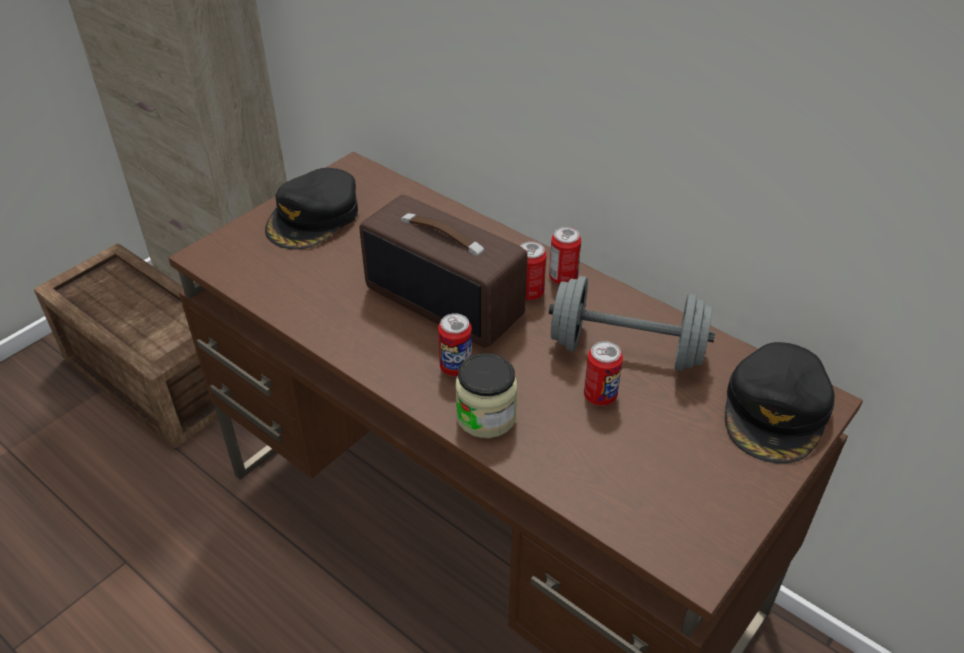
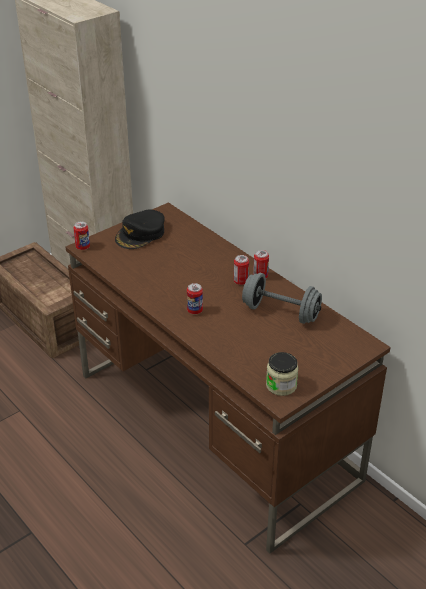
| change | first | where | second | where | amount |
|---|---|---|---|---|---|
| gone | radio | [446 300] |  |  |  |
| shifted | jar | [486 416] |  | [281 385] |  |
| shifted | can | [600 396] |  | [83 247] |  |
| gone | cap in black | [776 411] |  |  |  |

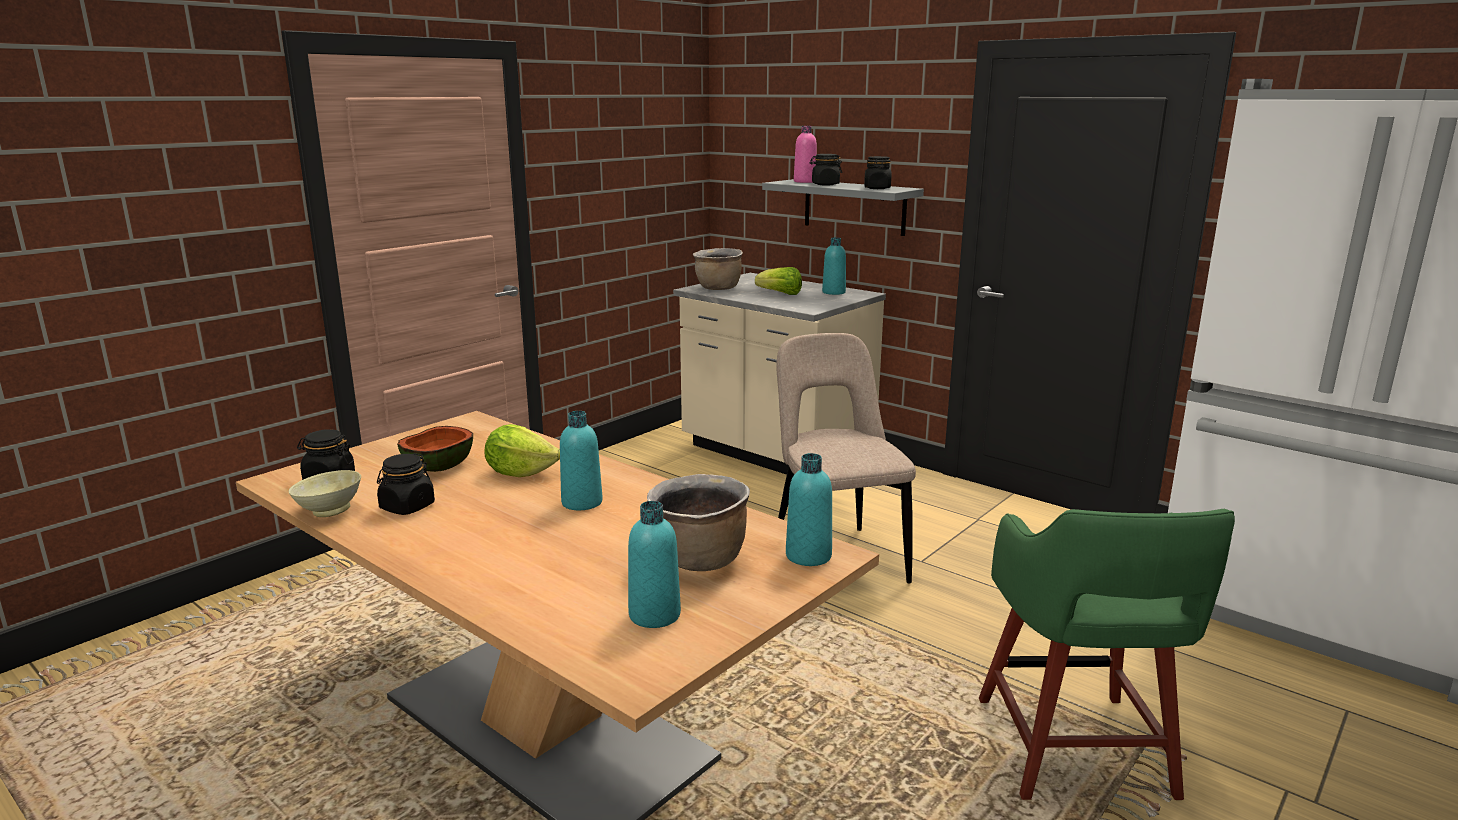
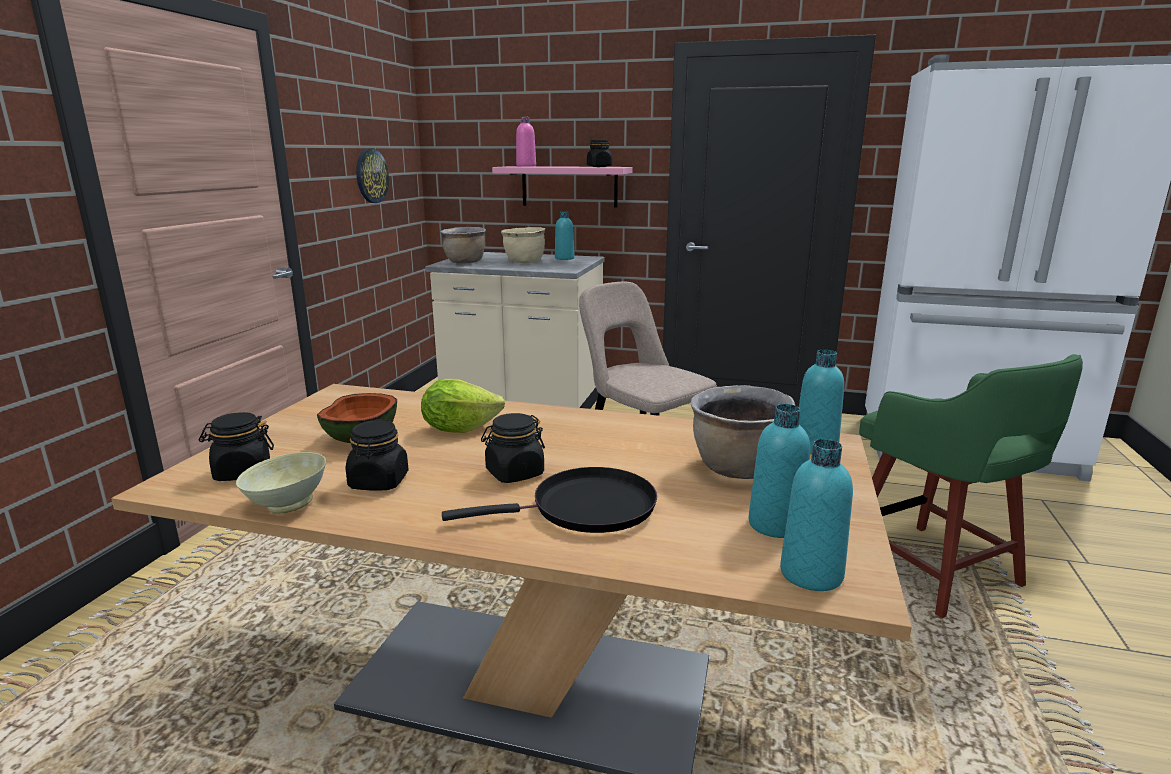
| change | first | where | second | where | amount |
|---|---|---|---|---|---|
| shifted | bottle in turquoise | [582 502] |  | [811 574] |  |
| swapped | lettuce | [780 294] | cooking pot in beige | [524 262] |  |
| repainted | shelf in grey | [854 207] | shelf in pink | [569 186] |  |
| shifted | jar in black | [825 184] |  | [514 473] |  |
| new |  |  | wall clock | [371 176] |  |
| new |  |  | frying pan in black | [585 508] |  |

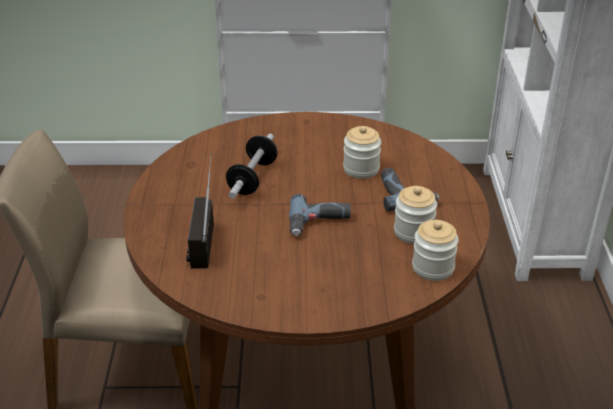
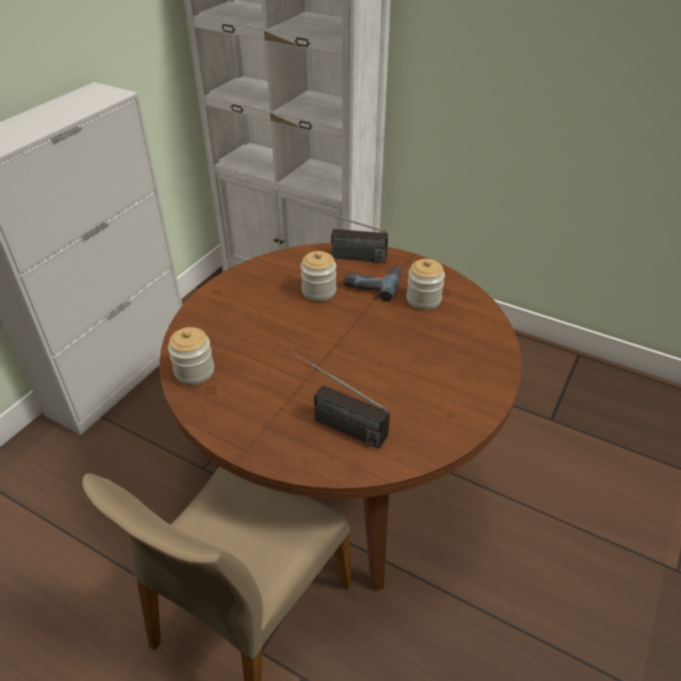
| change | first | where | second | where | amount |
|---|---|---|---|---|---|
| gone | dumbbell | [252 178] |  |  |  |
| gone | power drill | [319 223] |  |  |  |
| shifted | jar | [433 267] |  | [194 371] |  |
| new |  |  | radio | [344 256] |  |

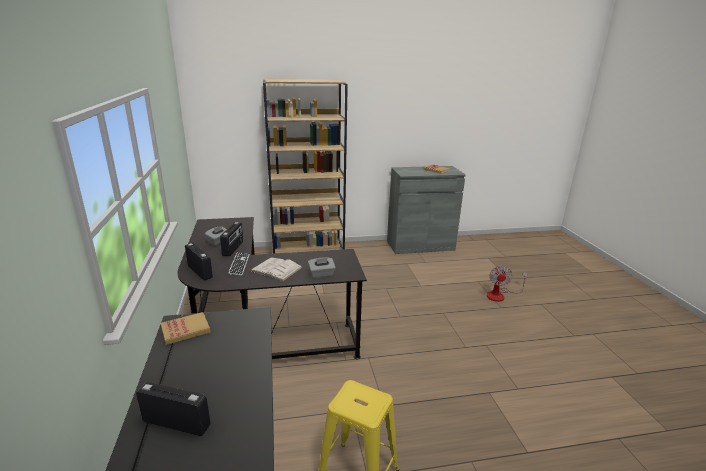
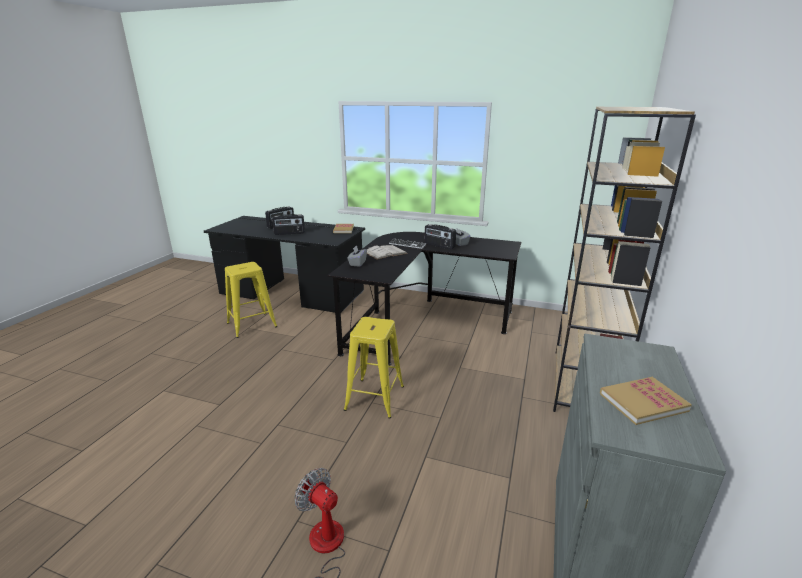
| change | first | where | second | where | amount |
|---|---|---|---|---|---|
| shifted | radio | [200 272] |  | [289 233] |  |
| new |  |  | stool in yellow | [374 398] |  |

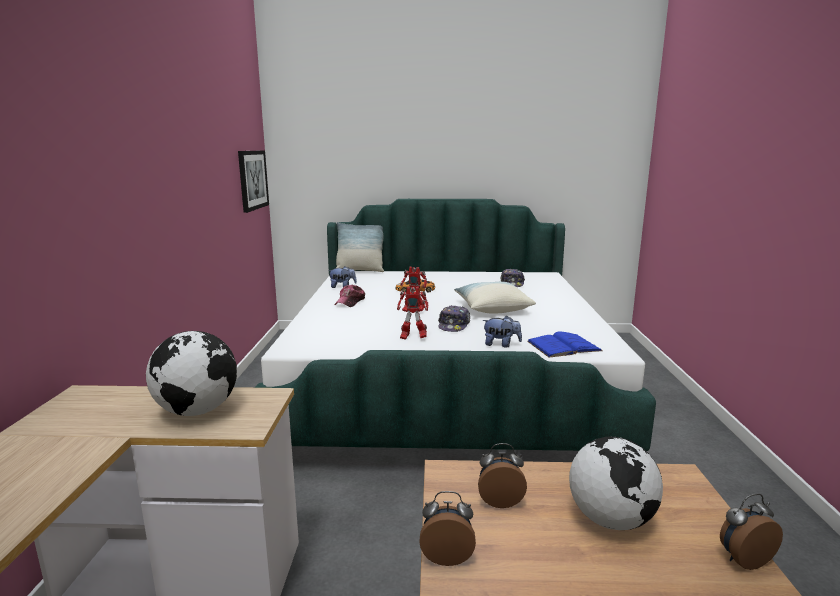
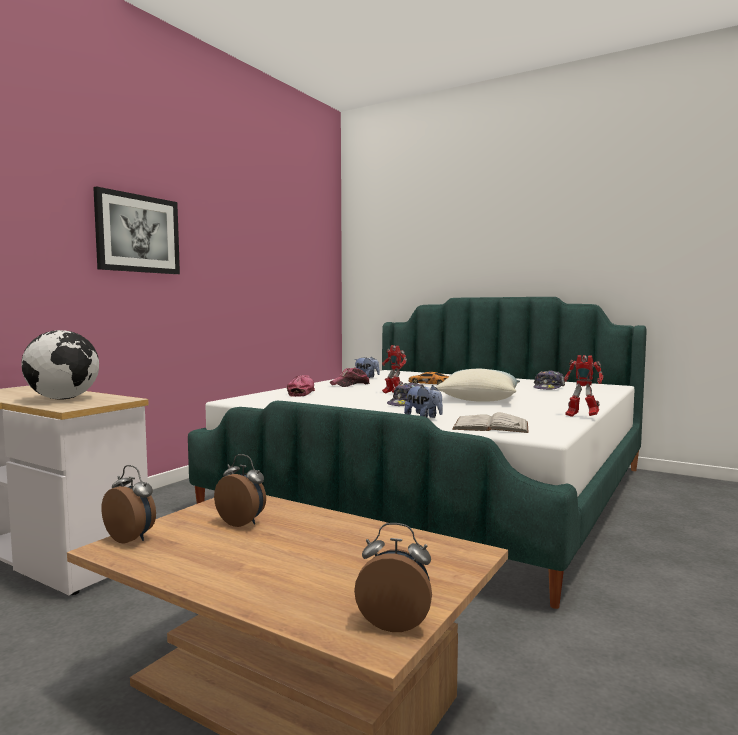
| change | first | where | second | where | amount |
|---|---|---|---|---|---|
| shifted | picture | [252 180] |  | [138 233] |  |
| gone | pillow | [360 271] |  |  |  |
| shifted | toy robot | [412 338] |  | [581 416] |  |
| repainted | book in blue | [563 346] | book in white | [491 425] |  |
| gone | globe | [610 519] |  |  |  |
| new |  |  | cap | [301 393] |  |

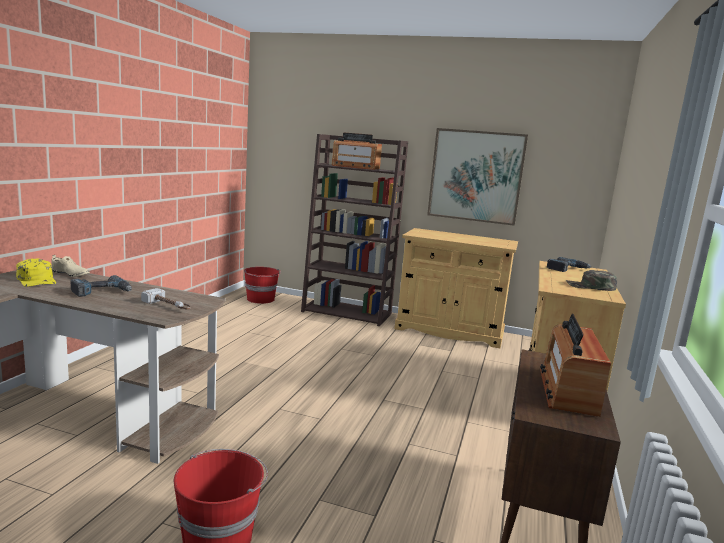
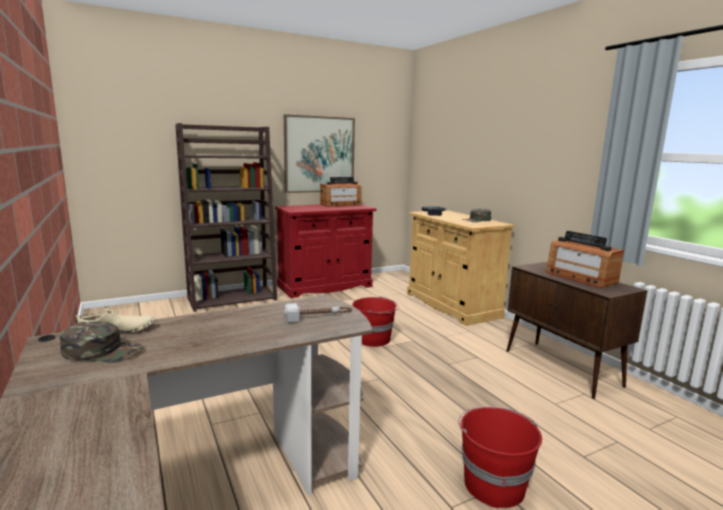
| change | first | where | second | where | amount |
|---|---|---|---|---|---|
| repainted | cap in yellow | [37 280] | cap in green | [103 351] |  |
| gone | power drill | [102 292] |  |  |  |
| shifted | bucket in red | [261 299] |  | [374 339] |  |
| shifted | radio | [355 167] |  | [341 205] |  |
| repainted | cabinet in beige | [449 331] | cabinet in red | [325 286] |  |

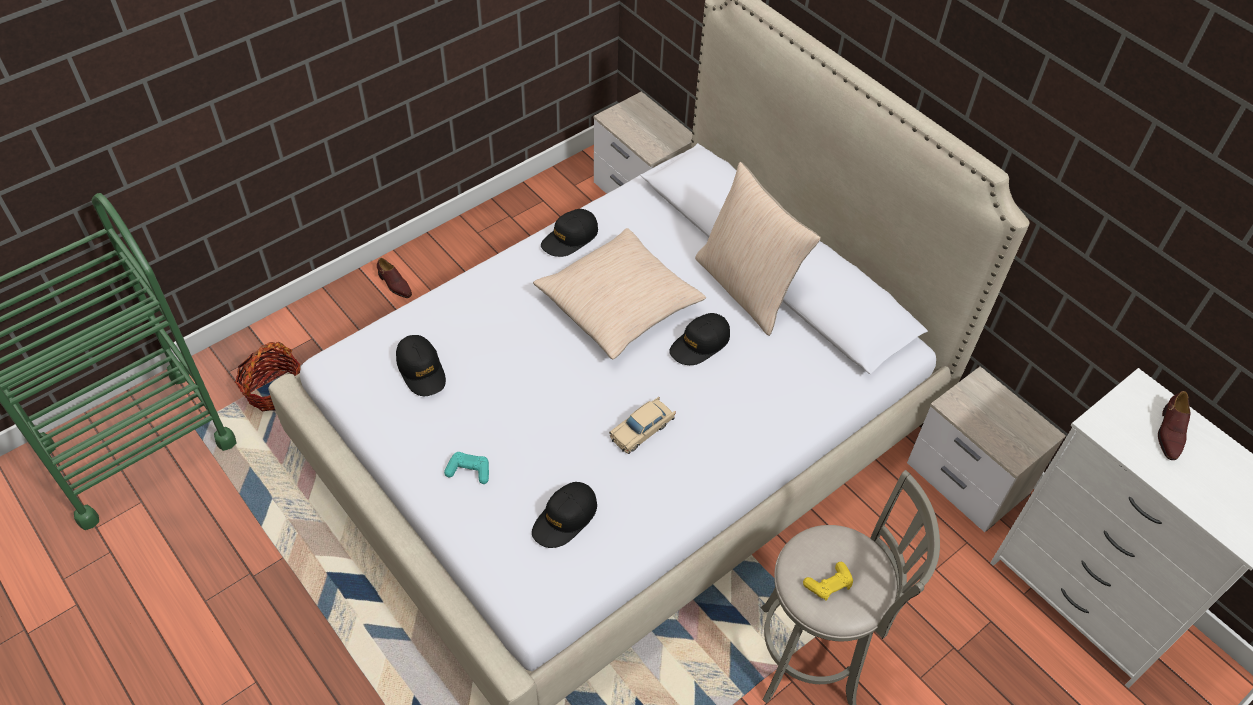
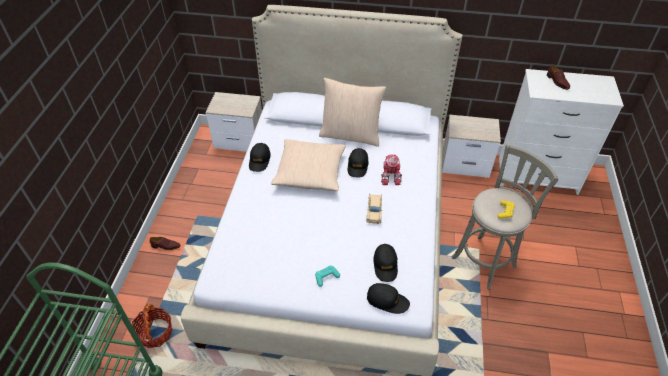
| change | first | where | second | where | amount |
|---|---|---|---|---|---|
| shifted | cap in black | [421 370] |  | [387 300] |  |
| new |  |  | toy robot | [391 176] |  |

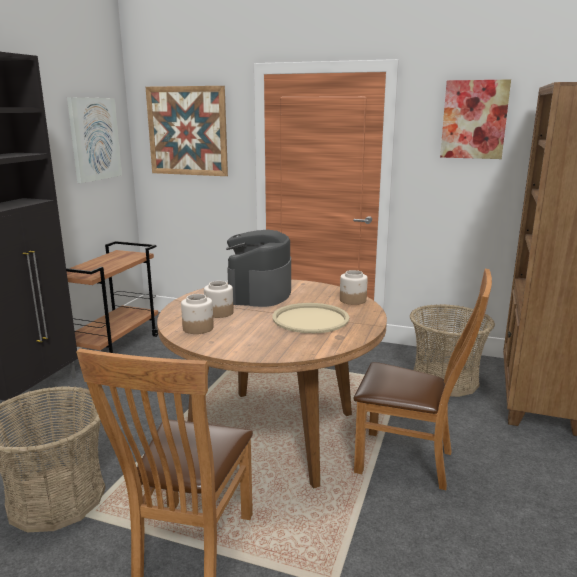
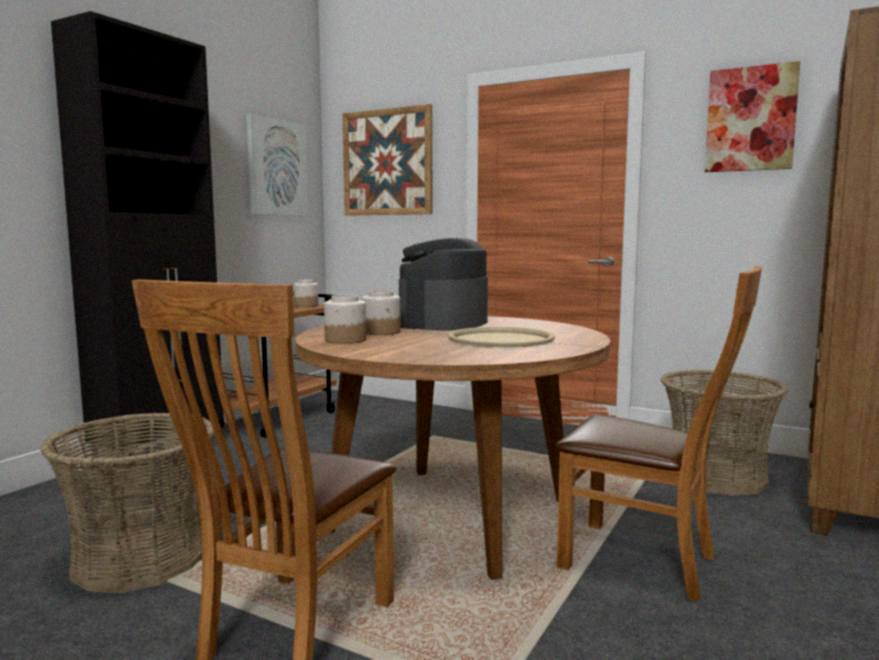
| change | first | where | second | where | amount |
|---|---|---|---|---|---|
| shifted | jar | [353 300] |  | [306 306] |  |

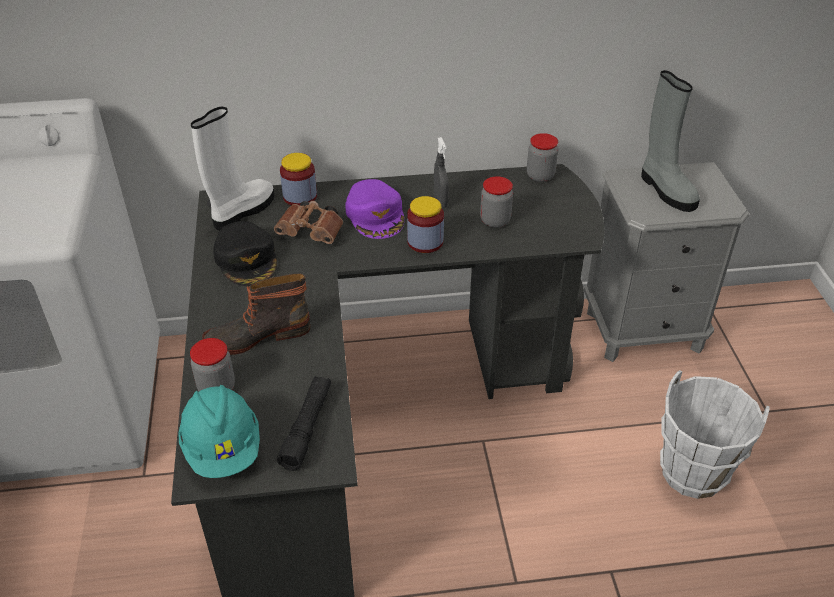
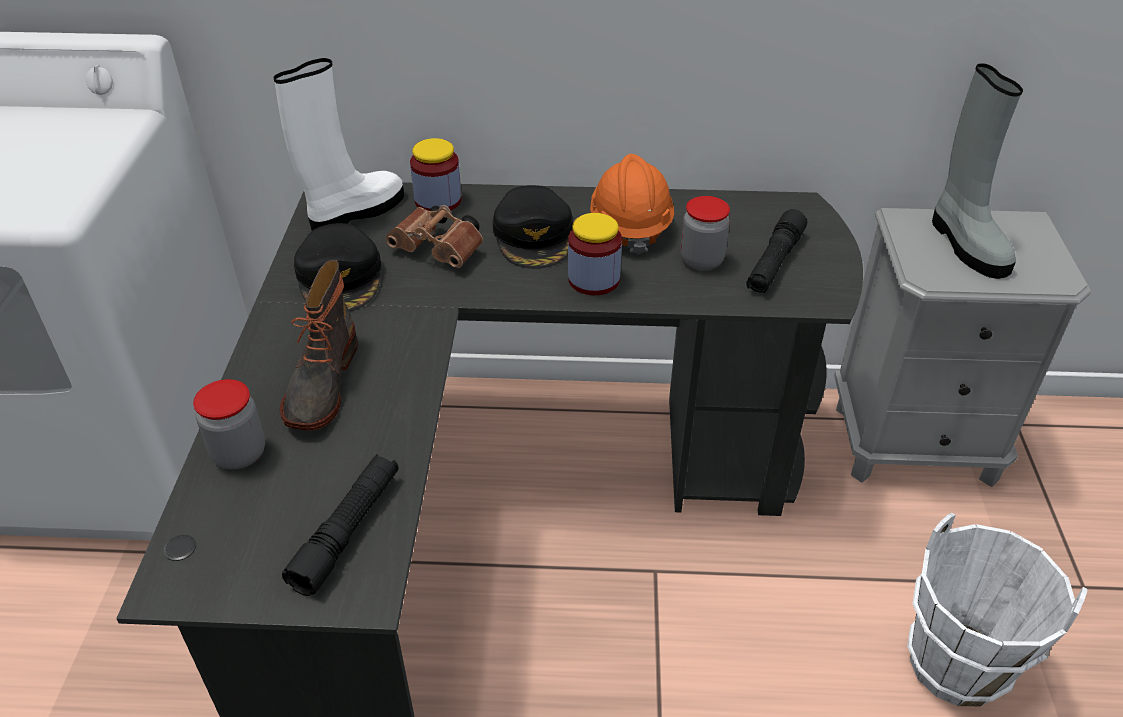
| change | first | where | second | where | amount |
|---|---|---|---|---|---|
| gone | hard hat in turquoise | [223 448] |  |  |  |
| rotated | boot | [257 335] |  | [320 384] | 75 degrees counterclockwise |
| repainted | cap in purple | [376 215] | cap in black | [534 236] |  |
| swapped | spray bottle in grey | [440 201] | hard hat in orange | [630 226] |  |
| gone | jar | [540 176] |  |  |  |
| new |  |  | flashlight in black | [774 262] |  |

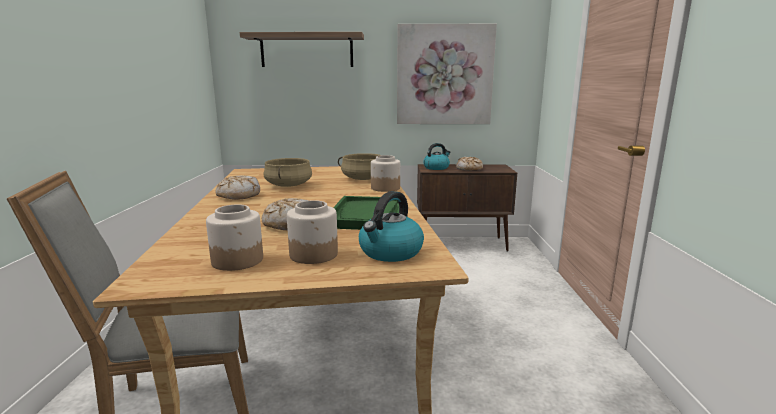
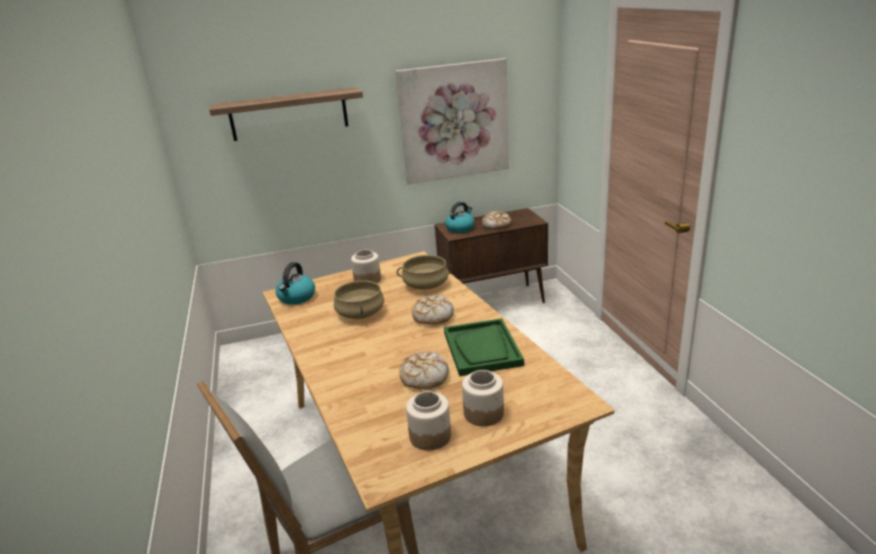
| change | first | where | second | where | amount |
|---|---|---|---|---|---|
| shifted | bread | [238 195] |  | [432 316] |  |
| shifted | kettle | [390 252] |  | [296 298] |  |
| shifted | jar | [385 188] |  | [367 280] |  |

